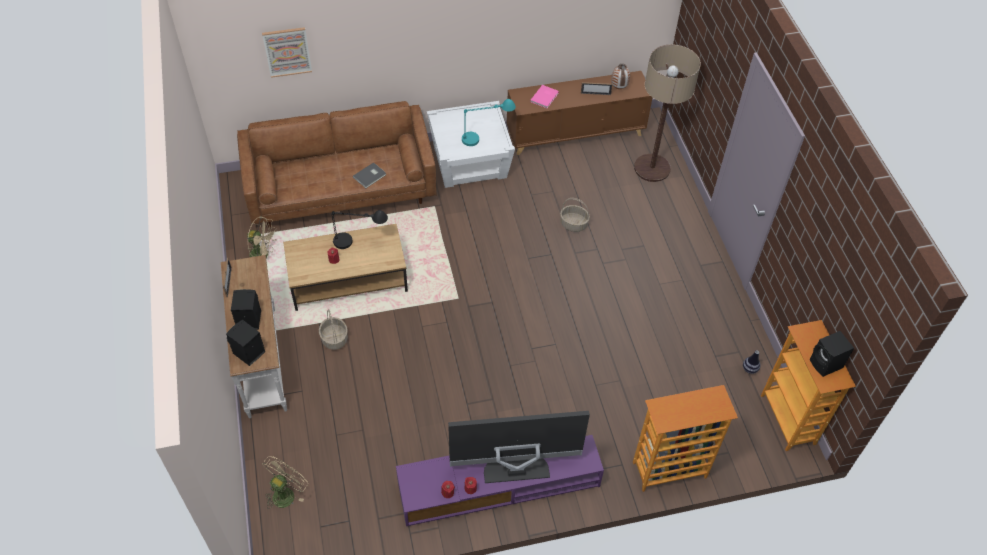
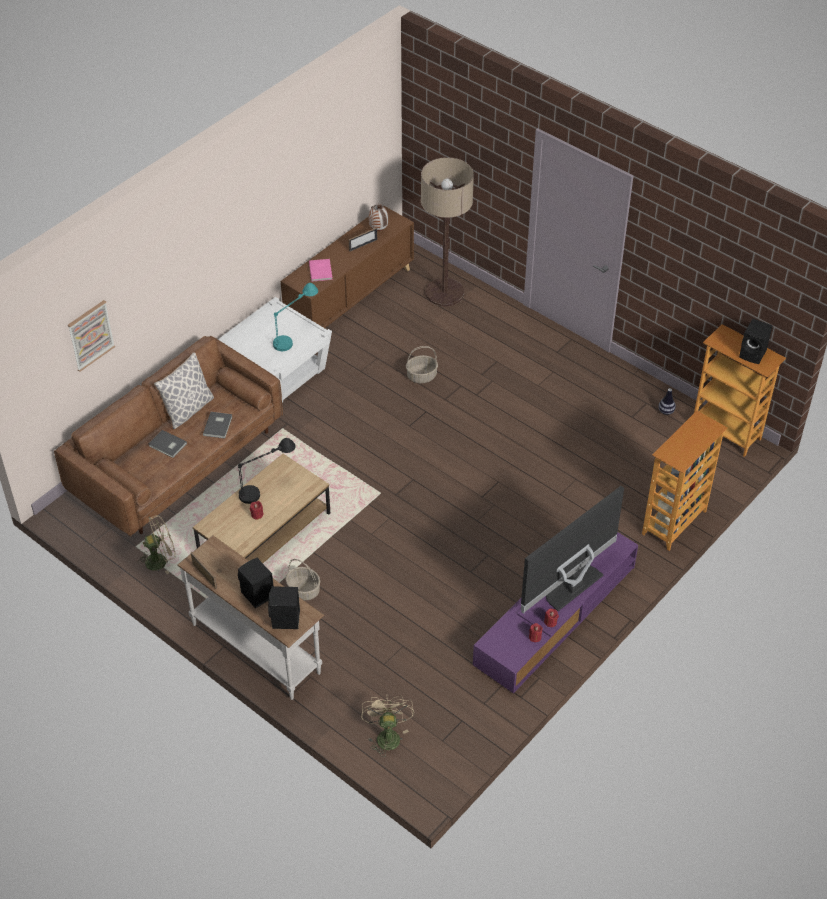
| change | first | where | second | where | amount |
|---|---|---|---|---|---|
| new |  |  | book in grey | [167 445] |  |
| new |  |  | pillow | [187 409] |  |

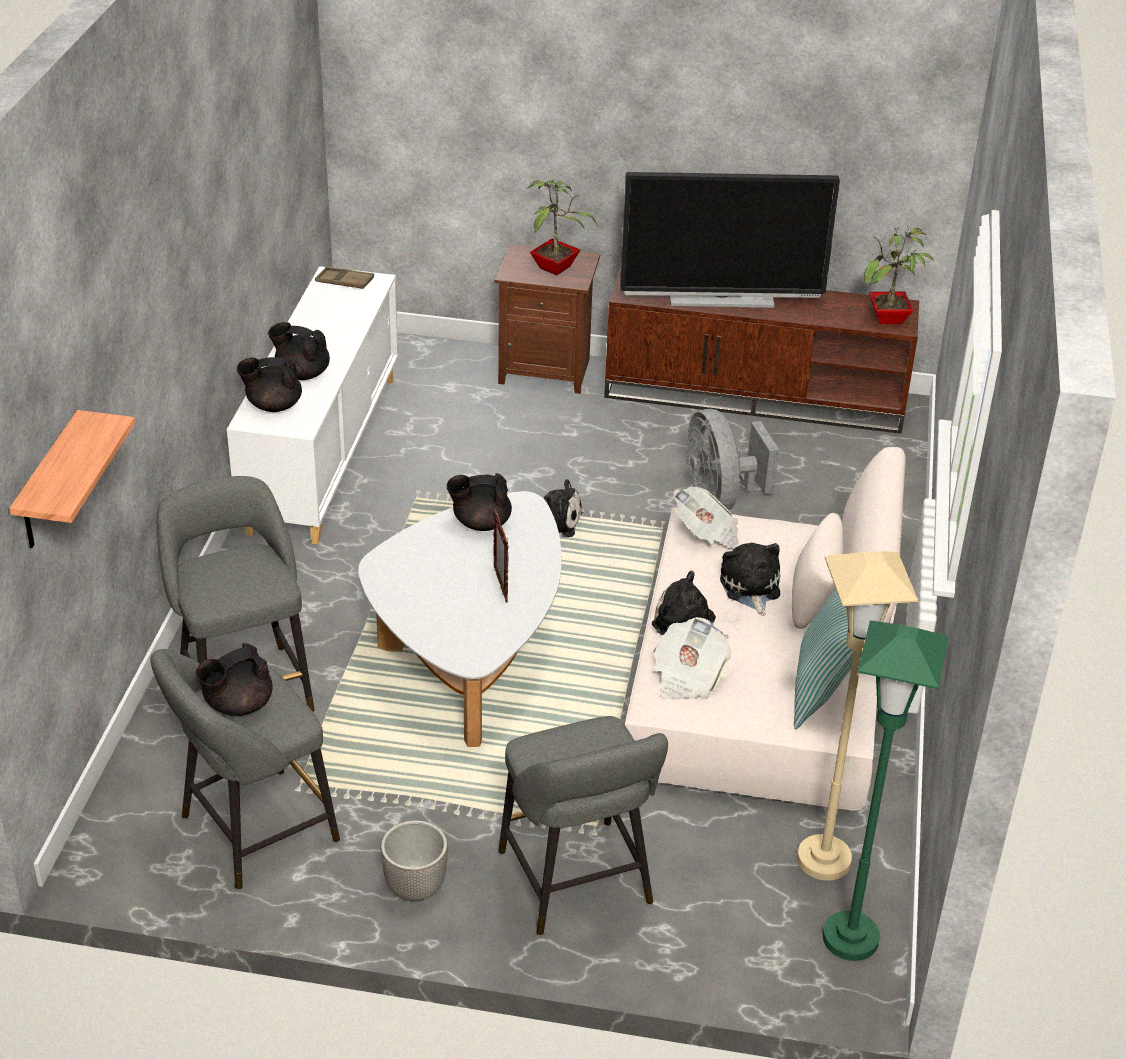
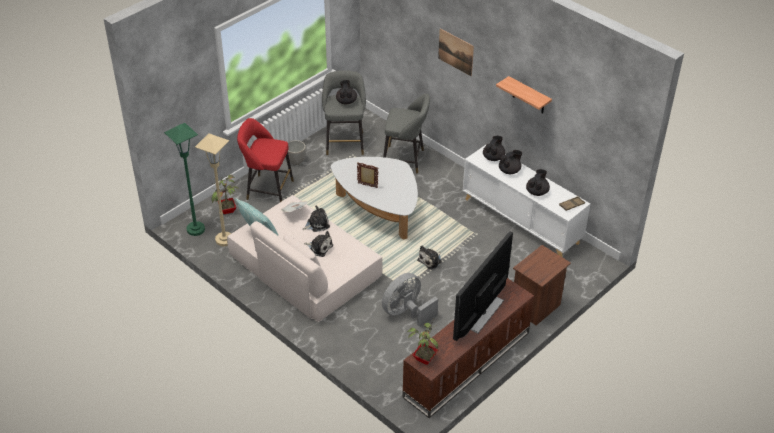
| change | first | where | second | where | amount |
|---|---|---|---|---|---|
| shifted | shelf | [49 484] |  | [529 96] |  |
| shifted | teapot in black | [480 523] |  | [537 192] |  |
| repainted | stool in grey | [578 884] | stool in red | [267 189] |  |
| shifted | potted plant | [556 267] |  | [227 211] |  |
| gone | newspaper | [707 533] |  |  |  |
| rotated | fan in grey | [720 498] |  | [406 312] | 60 degrees counterclockwise |
| new |  |  | picture | [456 52] |  |

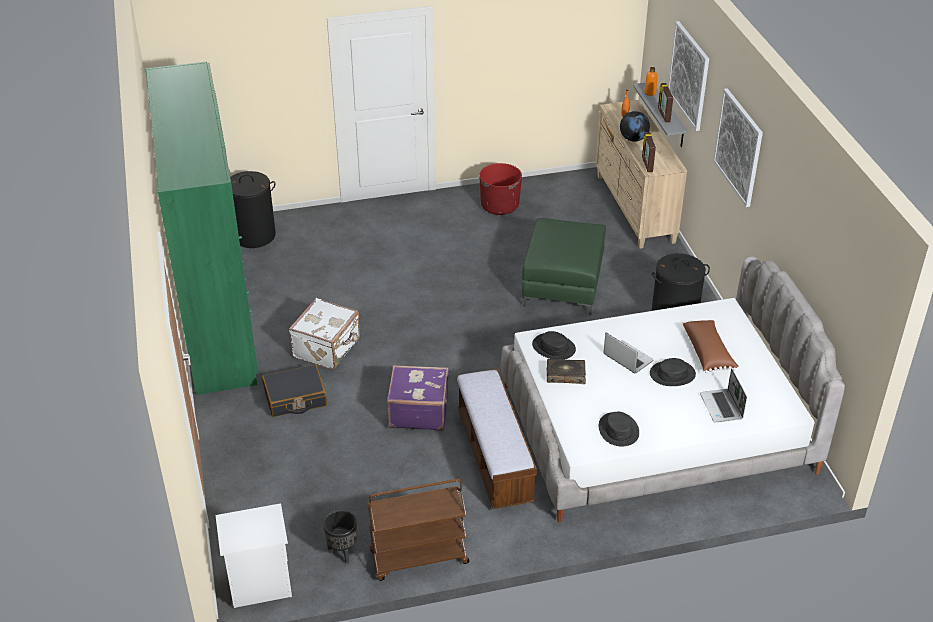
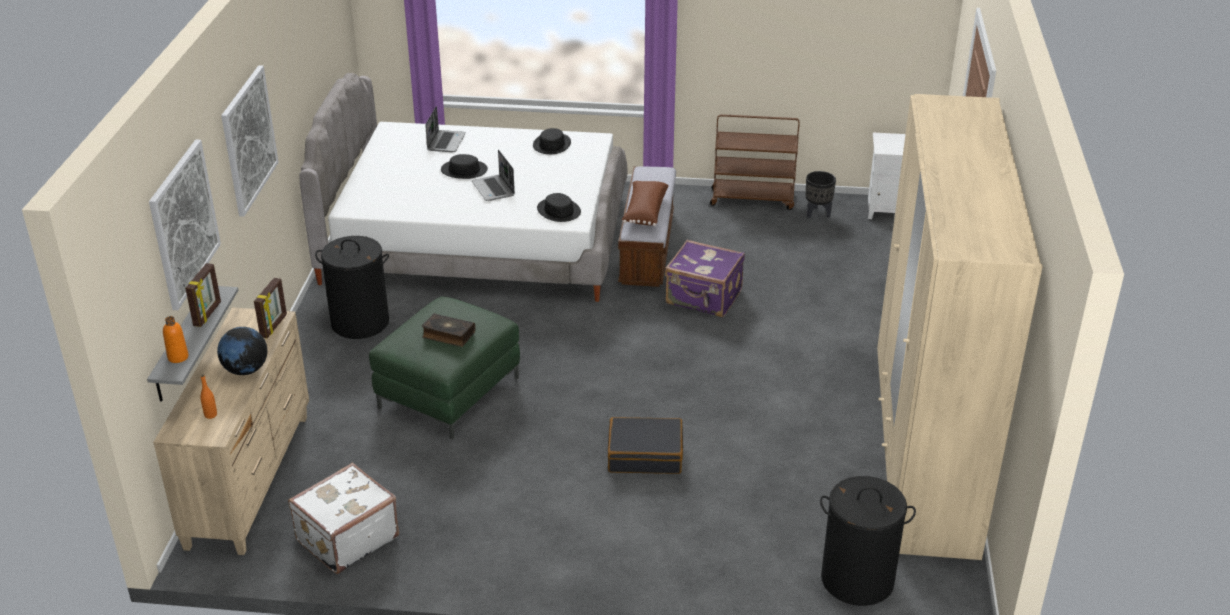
| change | first | where | second | where | amount |
|---|---|---|---|---|---|
| repainted | wardrobe in green | [218 319] | wardrobe in beige | [922 451] |  |
| shifted | suitcase in black | [295 398] |  | [645 455] |  |
| shifted | suitcase in white | [328 348] |  | [346 538] |  |
| gone | planter in red | [500 206] |  |  |  |
| shifted | book | [565 375] |  | [448 335] |  |
| shifted | pillow in brown | [708 352] |  | [644 211] |  |

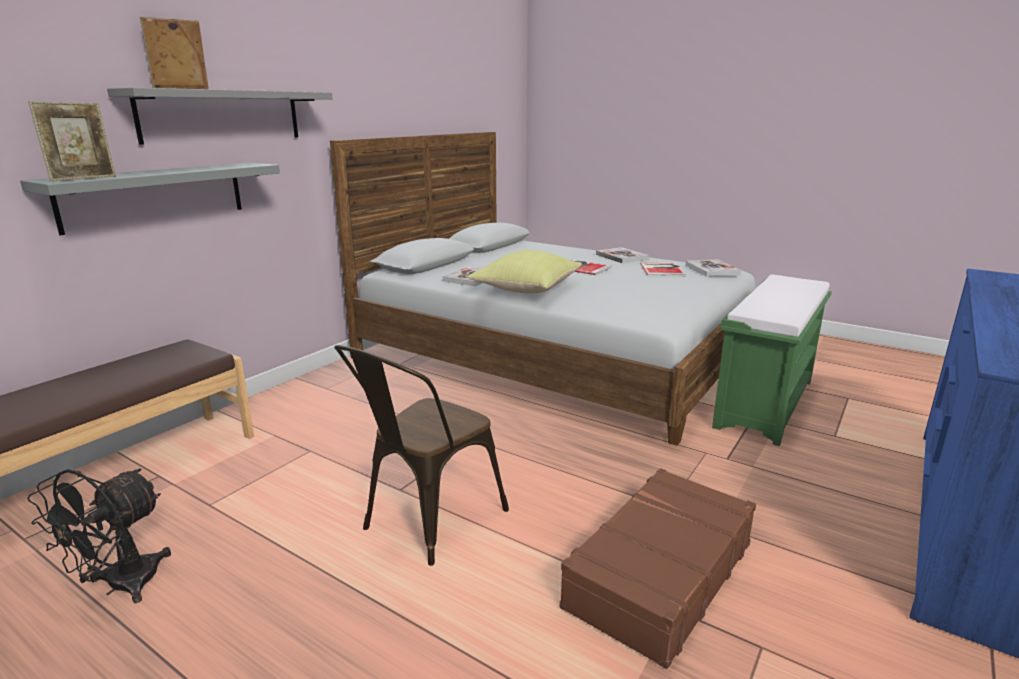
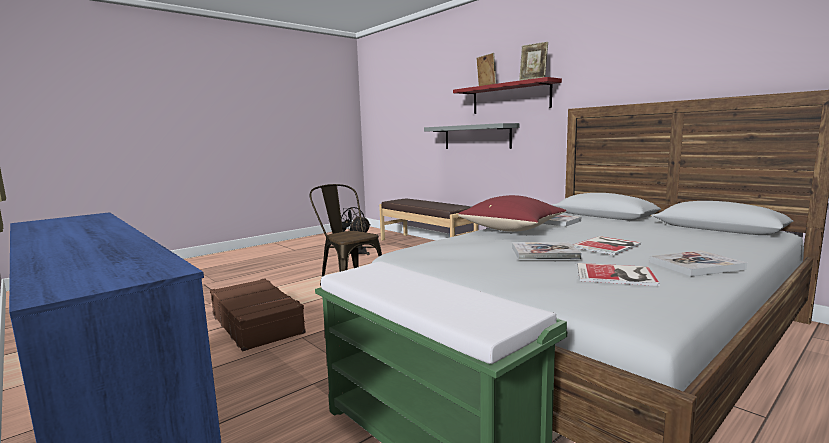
| change | first | where | second | where | amount |
|---|---|---|---|---|---|
| shifted | picture frame | [83 179] |  | [533 79] |  |
| repainted | shelf in grey | [223 116] | shelf in red | [510 98] |  |
| repainted | pillow in yellow | [526 289] | pillow in red | [513 230] |  |
| shifted | book | [712 270] |  | [544 253] |  |

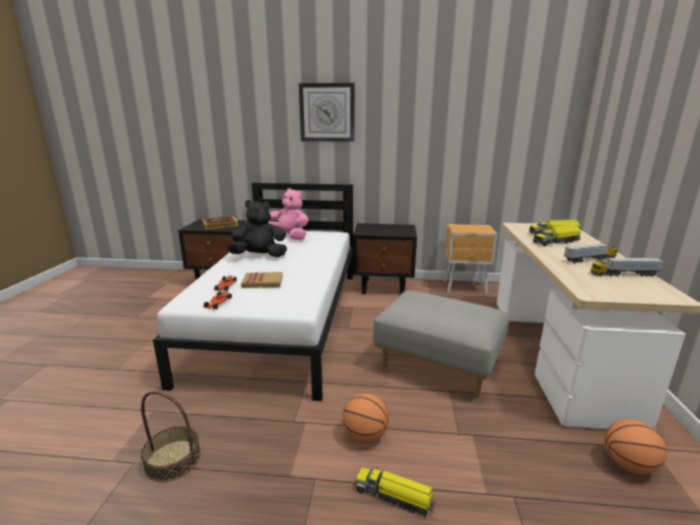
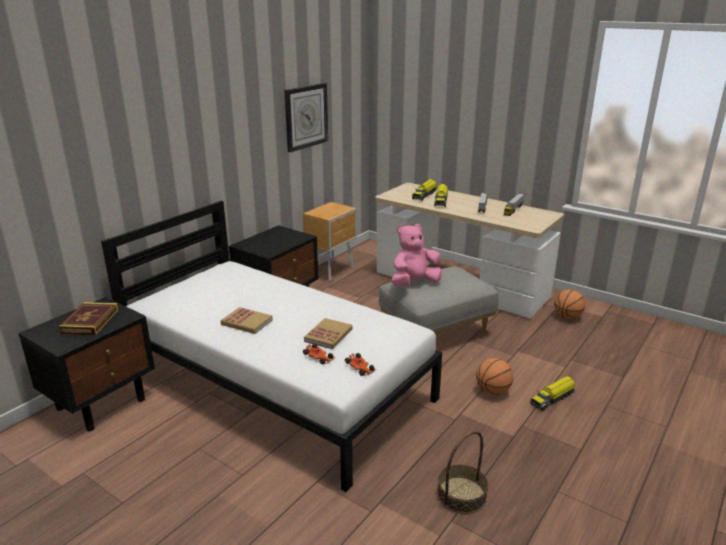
| change | first | where | second | where | amount |
|---|---|---|---|---|---|
| swapped | plush toy in black | [260 256] | book | [247 322] |  |
| shifted | plush toy in pink | [289 237] |  | [414 283] |  |
| shifted | wall clock | [327 112] |  | [306 116] |  |

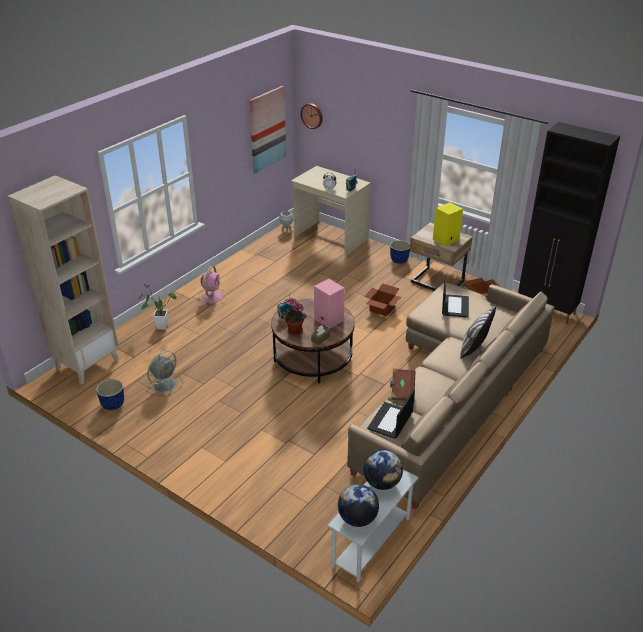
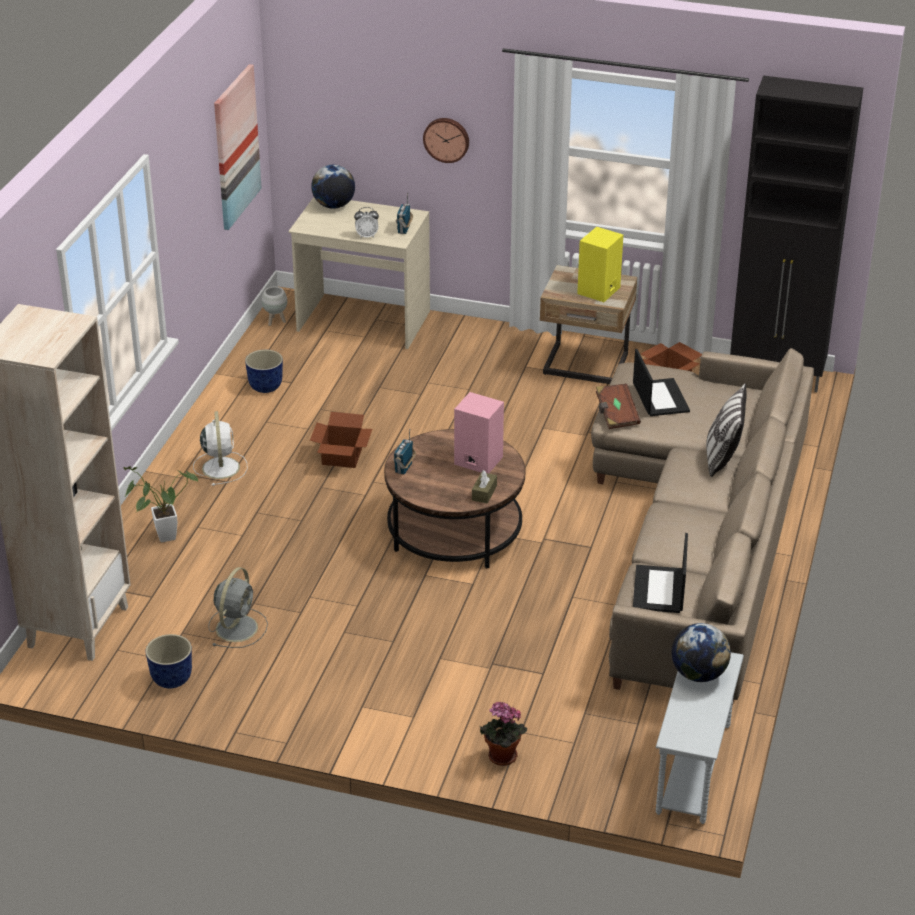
| change | first | where | second | where | amount |
|---|---|---|---|---|---|
| repainted | fan in pink | [212 297] | fan in white | [220 467] |  |
| shifted | potted plant | [293 331] |  | [501 758] |  |
| shifted | wall clock | [312 115] |  | [446 139] |  |
| shifted | globe | [357 519] |  | [333 206] |  |
| shifted | cardboard box | [381 309] |  | [341 457] |  |
| shifted | planter | [398 260] |  | [265 387] |  |
| shifted | book in brown | [402 390] |  | [616 415] |  |

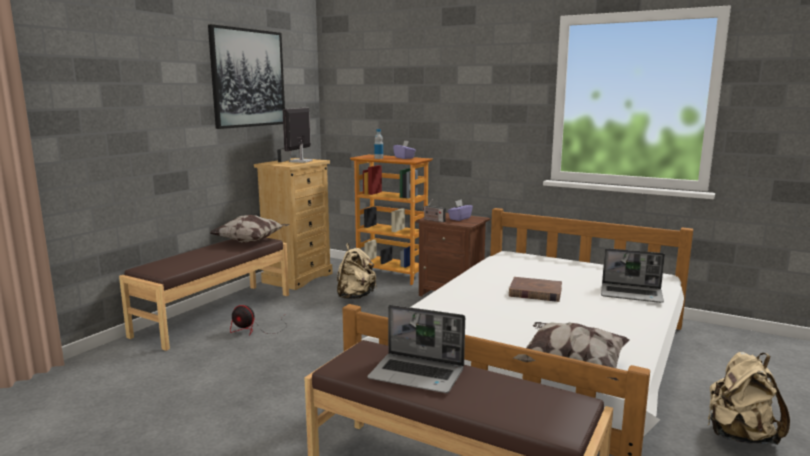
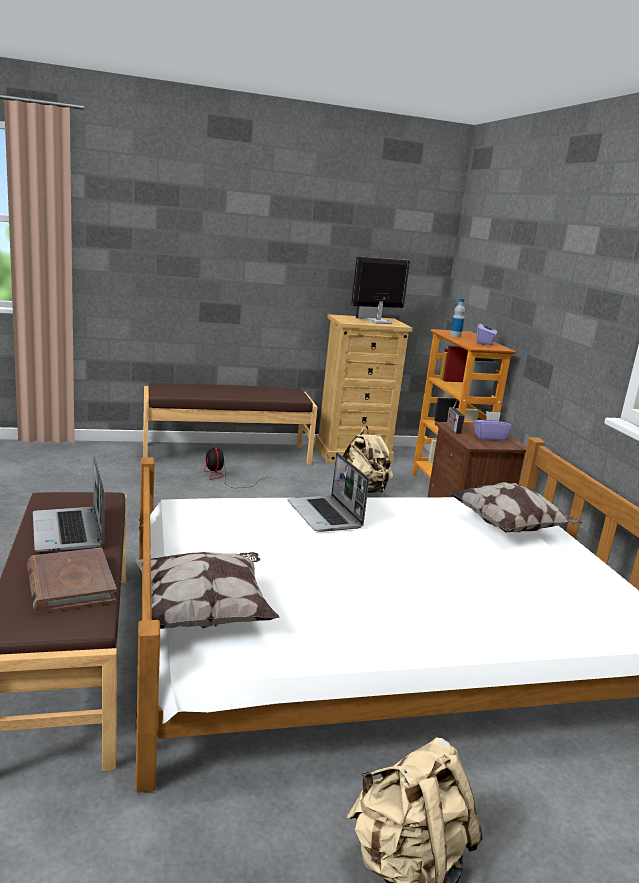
| change | first | where | second | where | amount |
|---|---|---|---|---|---|
| gone | picture | [248 78] |  |  |  |
| shifted | pillow | [251 241] |  | [510 527] |  |
| shifted | book in brown | [535 292] |  | [70 584] |  |
| shifted | laptop | [632 294] |  | [325 515] |  |

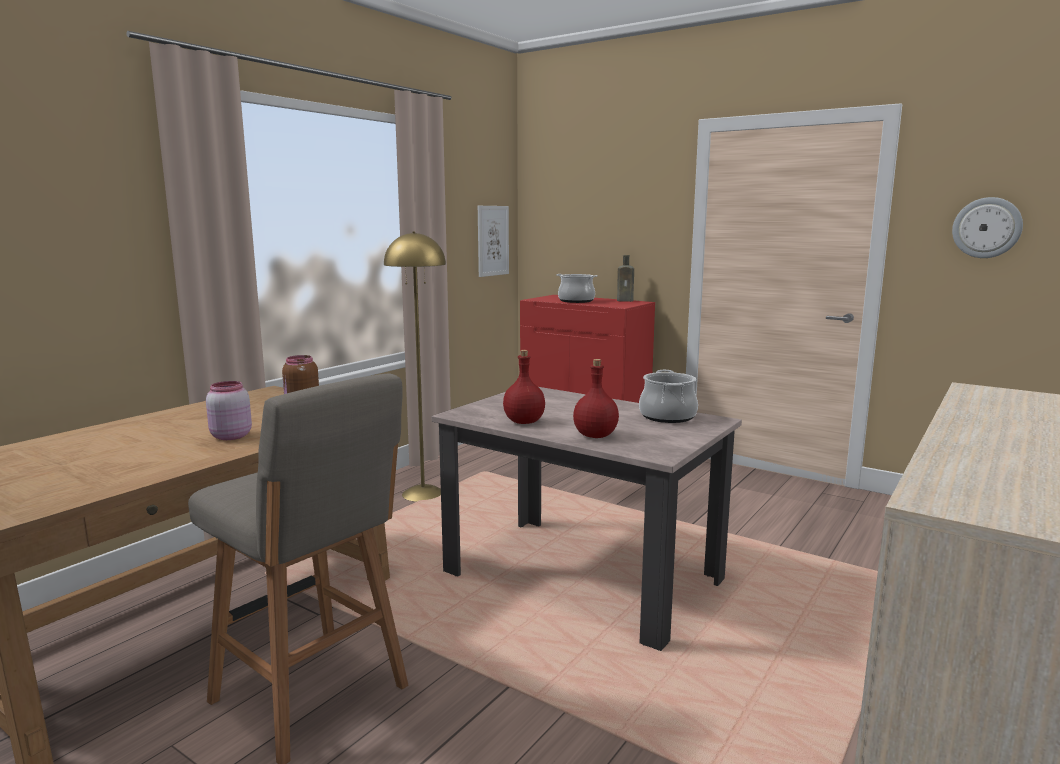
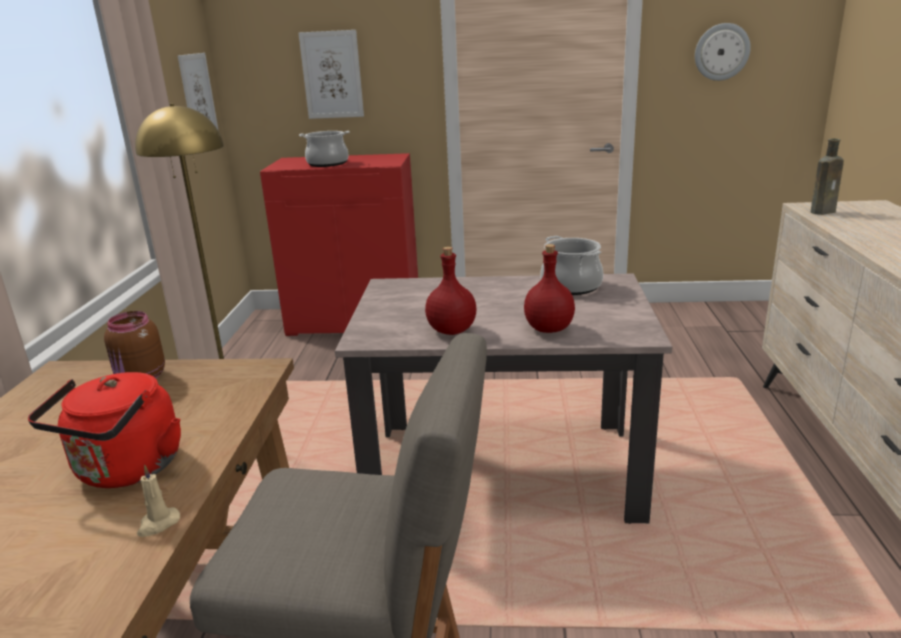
| change | first | where | second | where | amount |
|---|---|---|---|---|---|
| swapped | jar in pink | [230 436] | kettle in red | [126 471] |  |
| shifted | bottle in brown | [626 301] |  | [824 211] |  |
| new |  |  | candle in beige | [158 524] |  |
| new |  |  | picture | [332 75] |  |

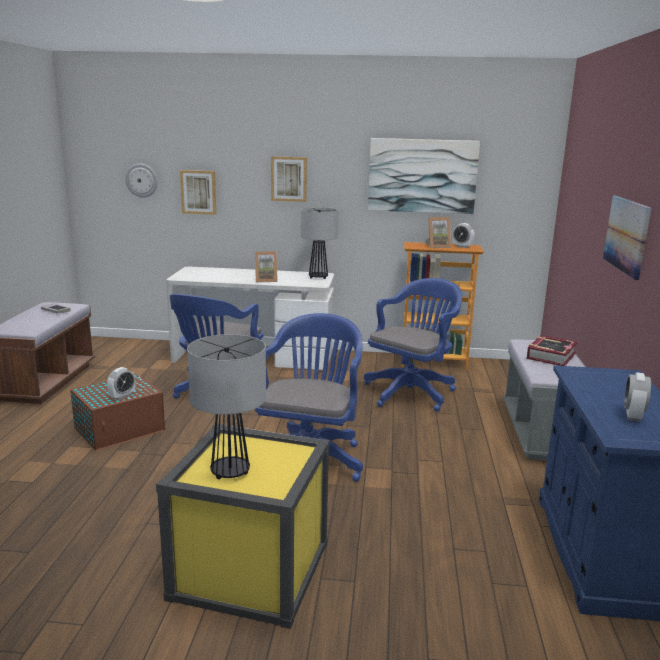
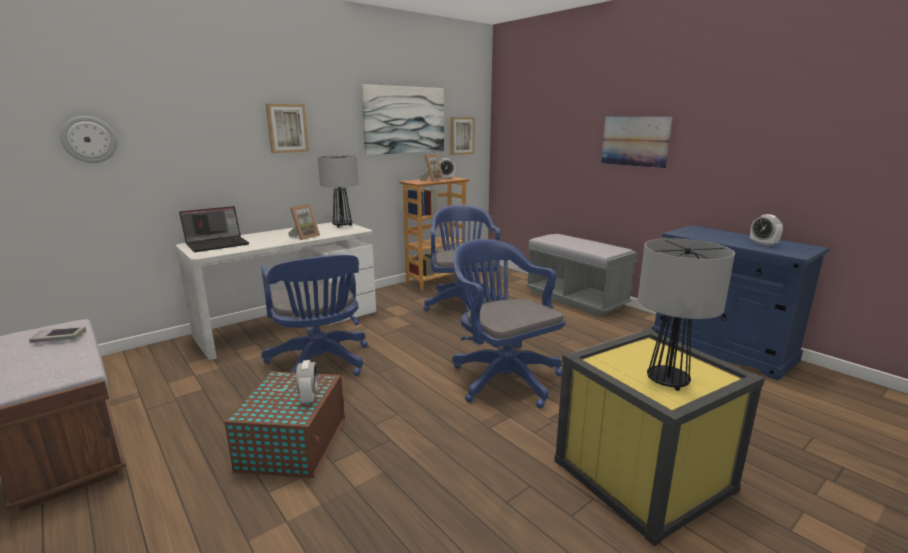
| change | first | where | second | where | amount |
|---|---|---|---|---|---|
| shifted | picture | [198 192] |  | [461 136] |  |
| gone | book | [550 356] |  |  |  |
| new |  |  | laptop | [218 244] |  |

